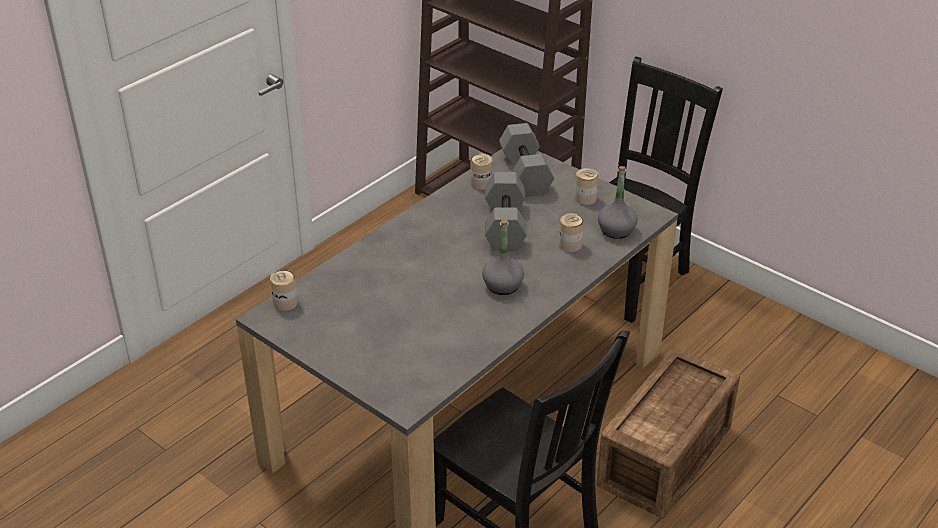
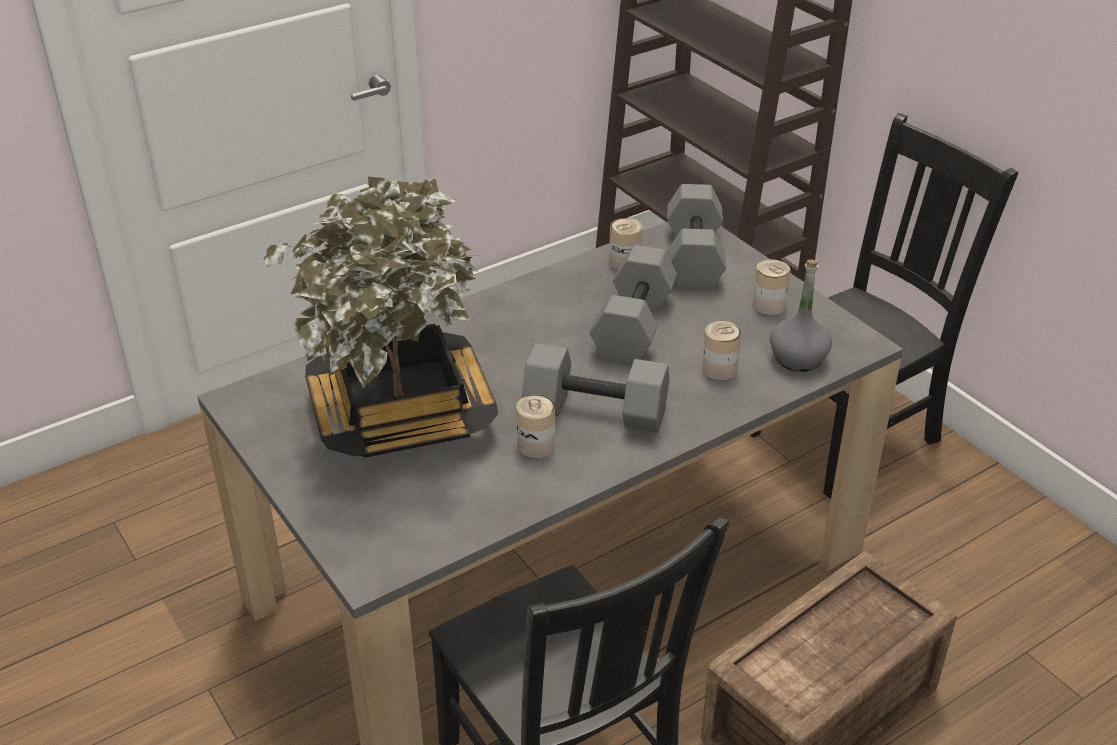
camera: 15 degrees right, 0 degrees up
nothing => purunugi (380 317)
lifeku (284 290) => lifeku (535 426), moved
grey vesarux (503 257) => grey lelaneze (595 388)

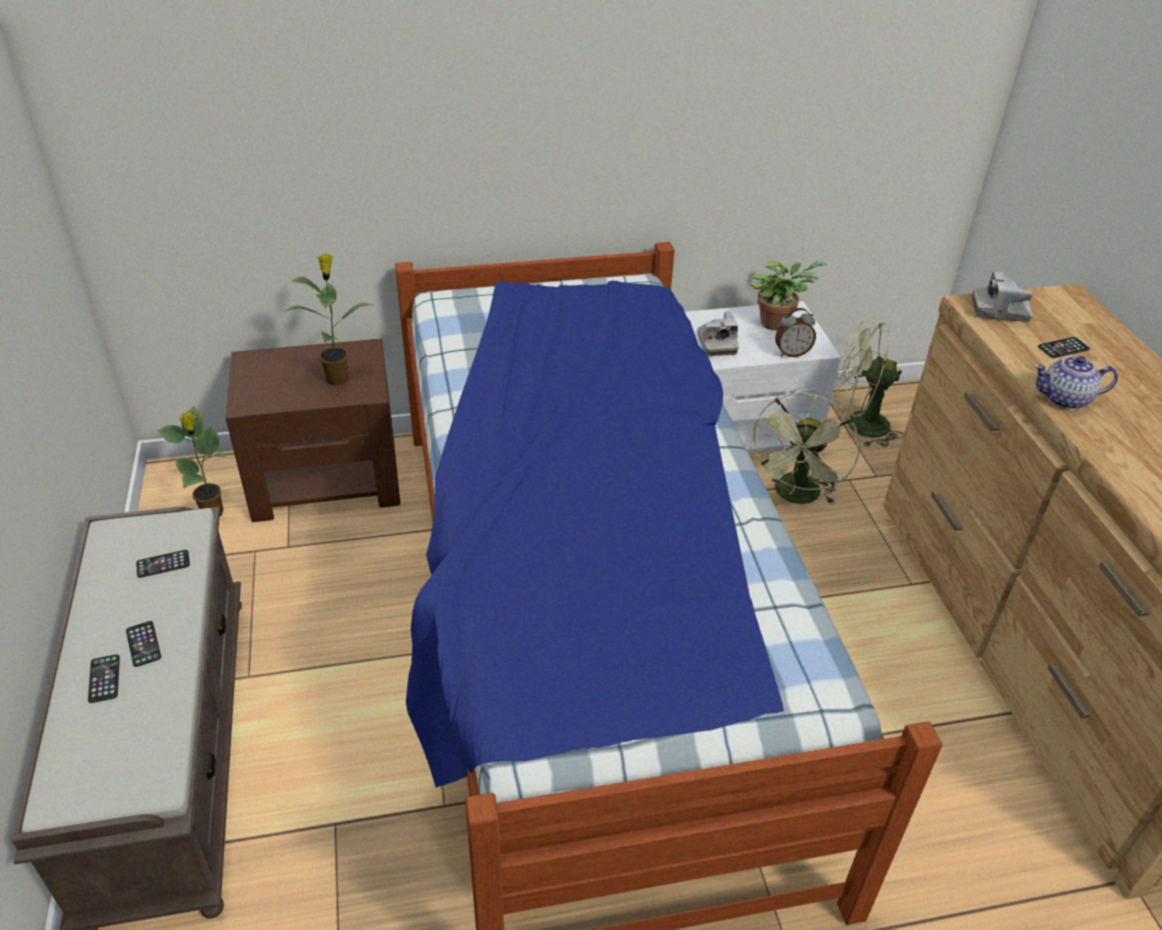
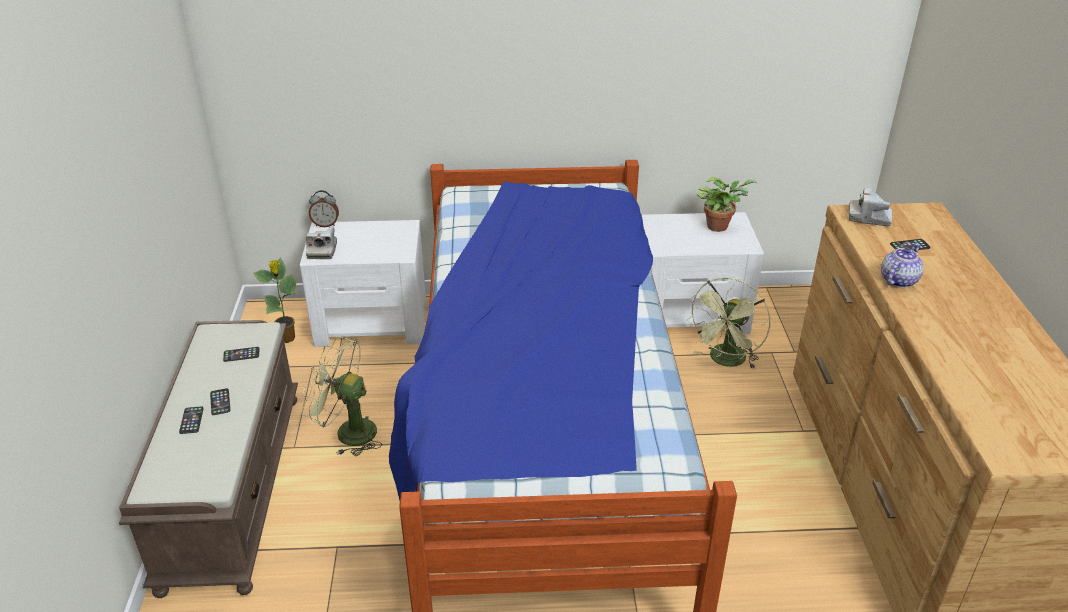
camera: 10 degrees right, 5 degrees down
purunugi (329 319) => nothing
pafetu (718 333) => pafetu (321 242), moved
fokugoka (795 332) => fokugoka (324 208), moved
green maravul (869 383) => green maravul (342 396), moved
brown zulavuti (312 430) => white zulavuti (363 283)
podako (1076 382) => podako (902 265), 120 degrees clockwise

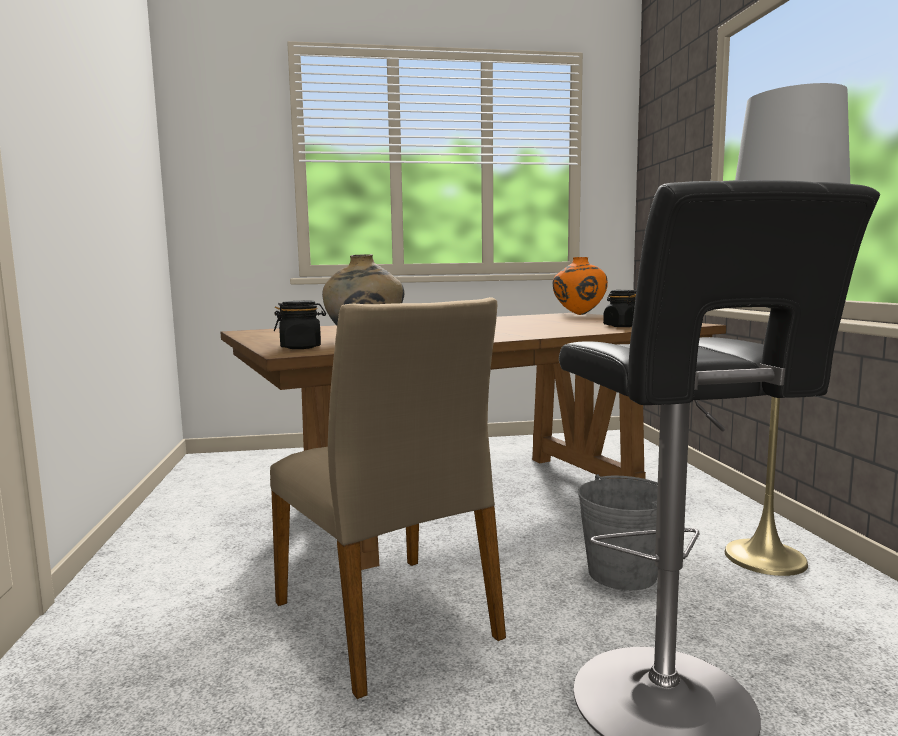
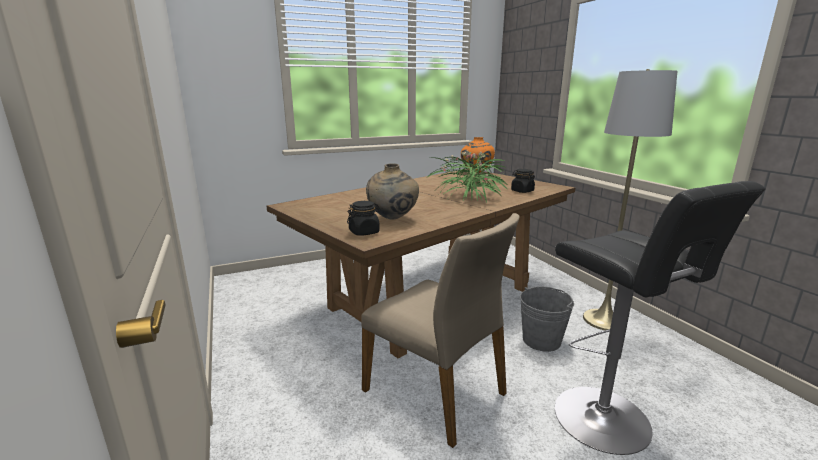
camera: 15 degrees left, 10 degrees up
nothing => purunugi (468 176)

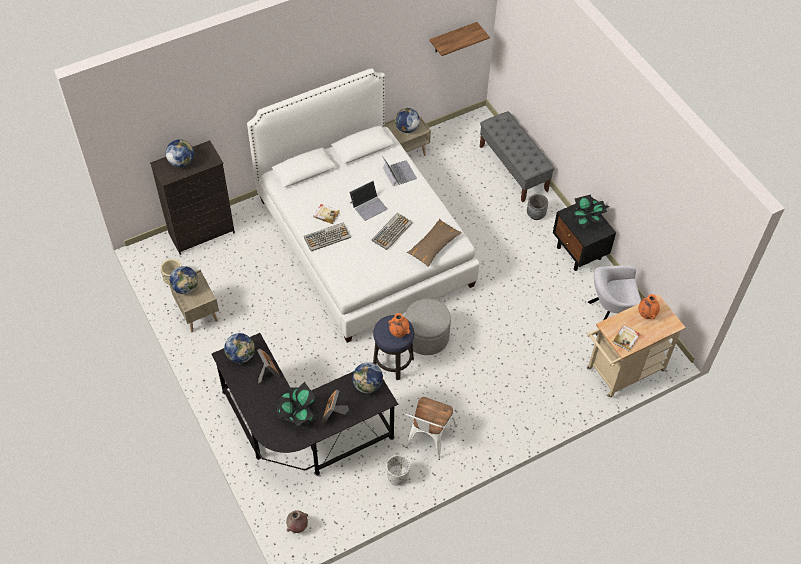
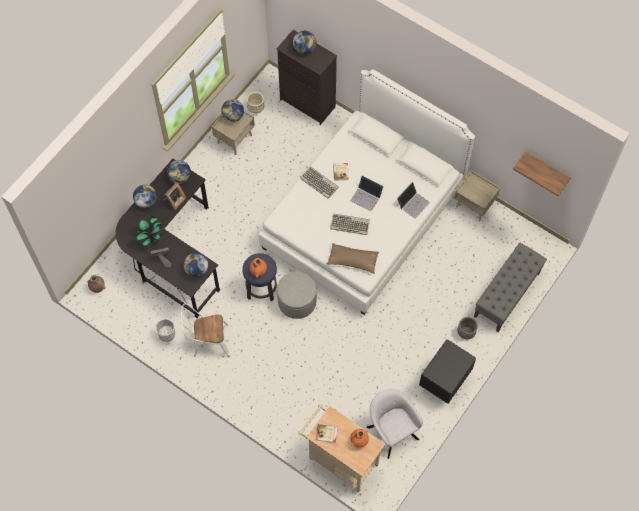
camera: 65 degrees right, 10 degrees up
purunugi (589 211) => nothing
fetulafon (407 120) => fetulafon (145 196), moved

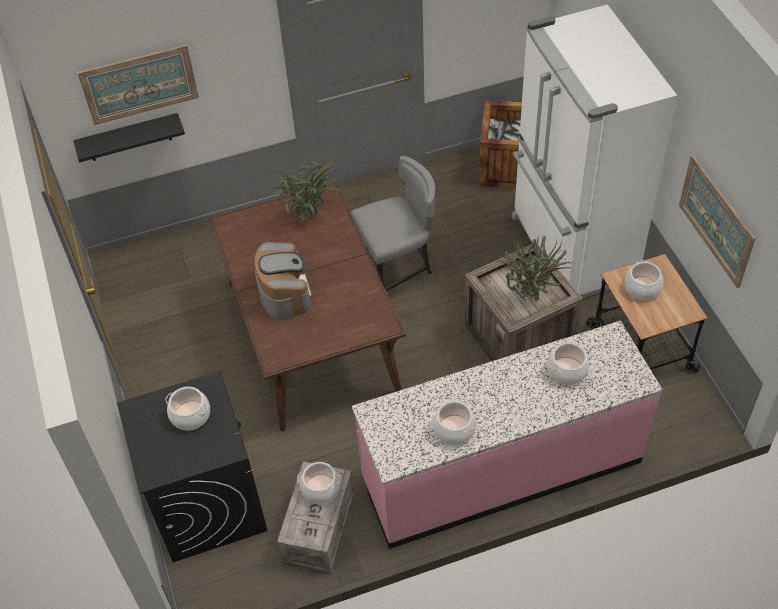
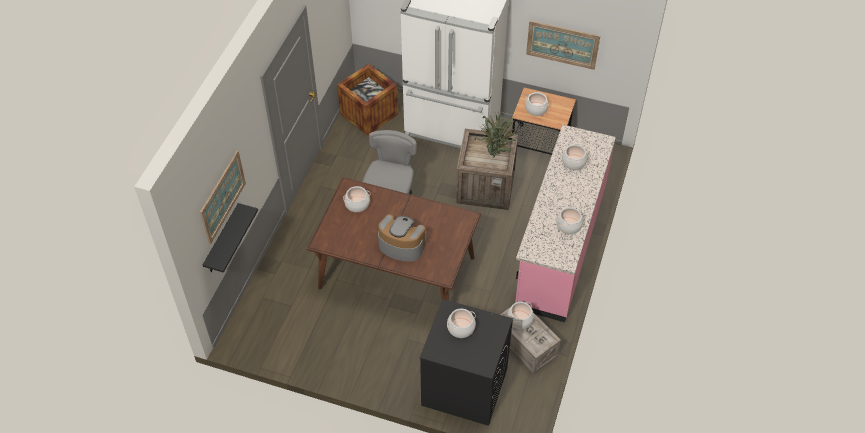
camera: 55 degrees left, 0 degrees up
purunugi (305 191) => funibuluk (356 199)

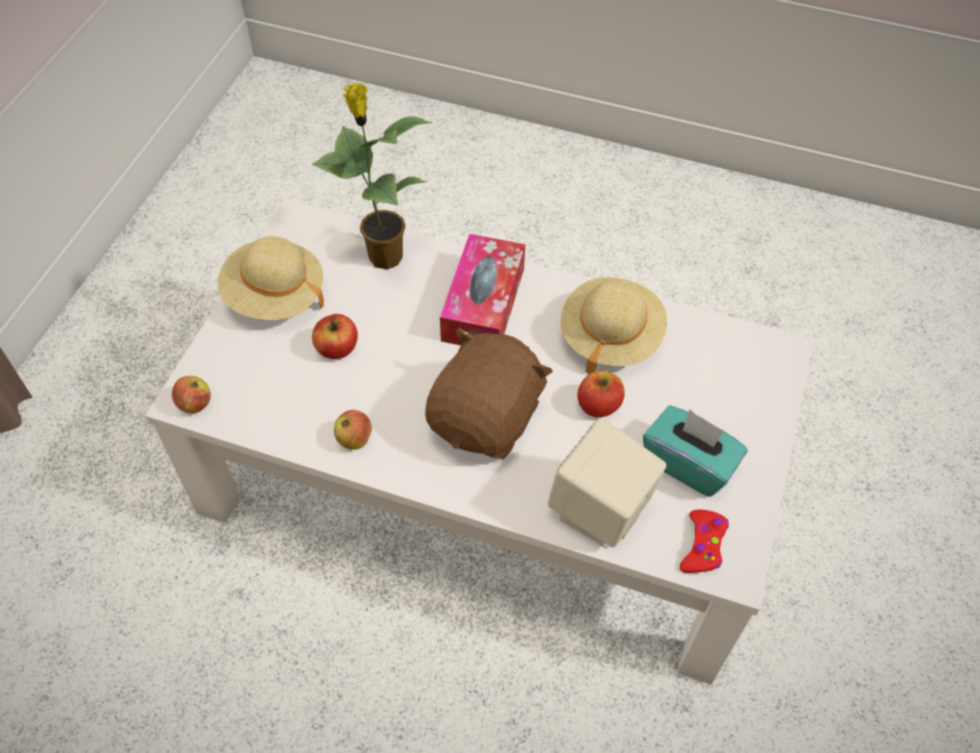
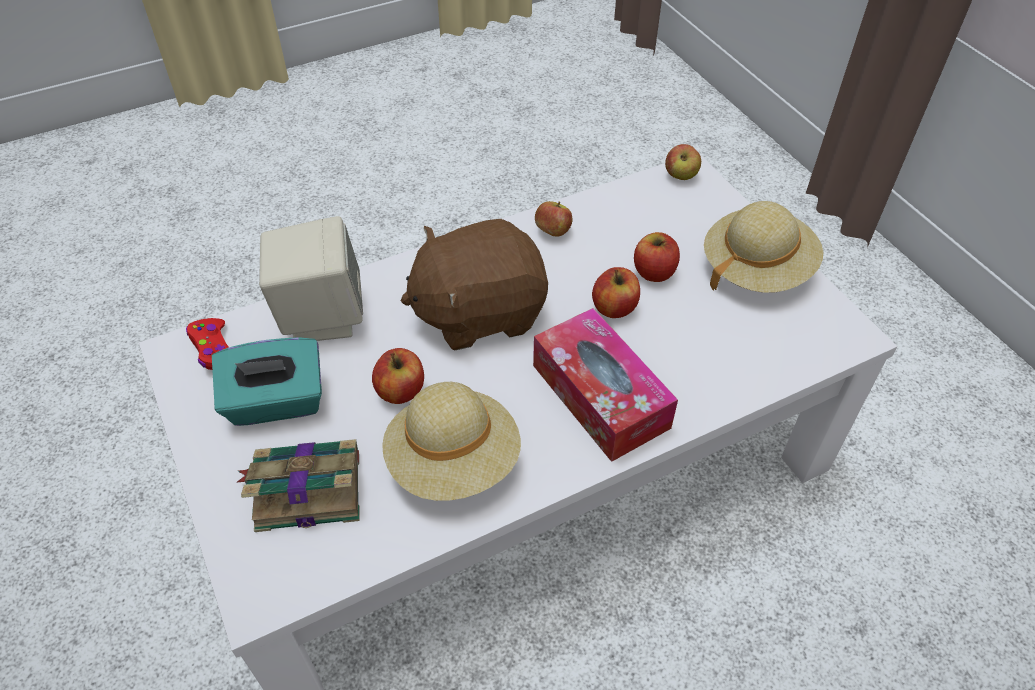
camera: 135 degrees right, 5 degrees down
purunugi (372 176) => nothing
nothing => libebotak (298 485)
nothing => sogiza (616 292)
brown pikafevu (489 393) => brown pikafevu (474 285), 90 degrees clockwise

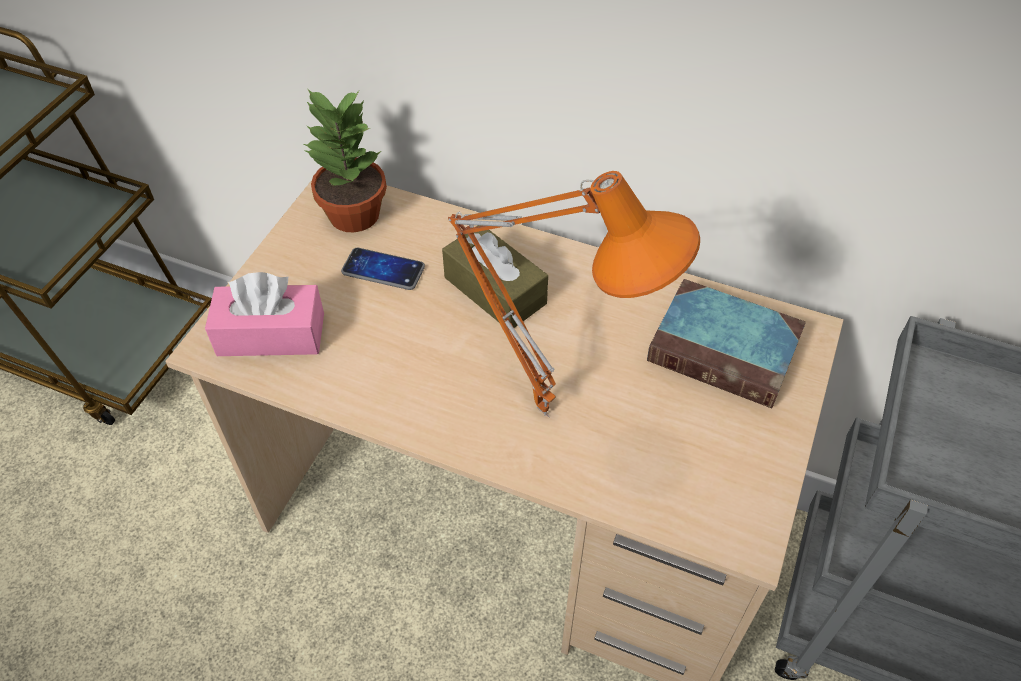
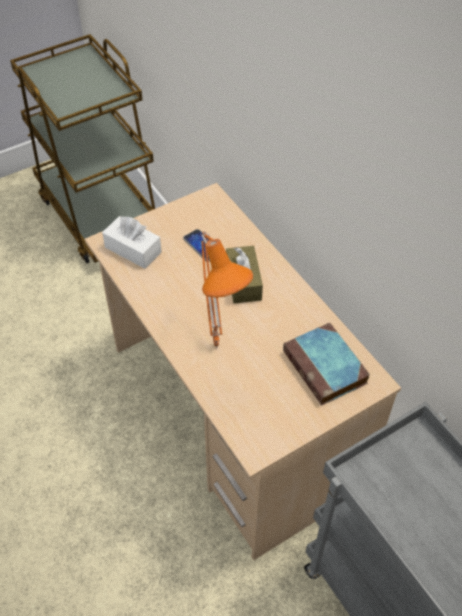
camera: 35 degrees right, 0 degrees up
purunugi (345 160) => nothing
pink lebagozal (264 314) => white lebagozal (132 242)

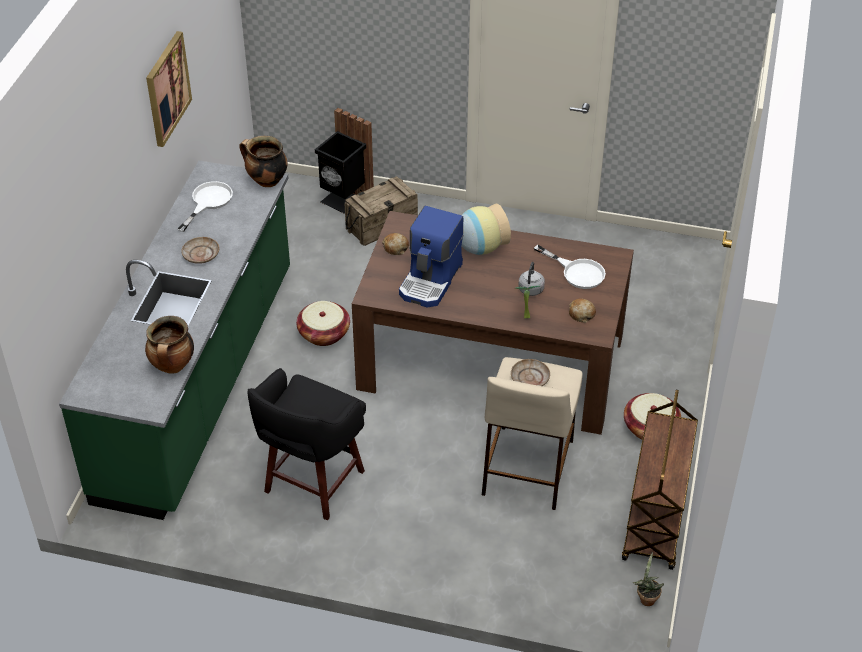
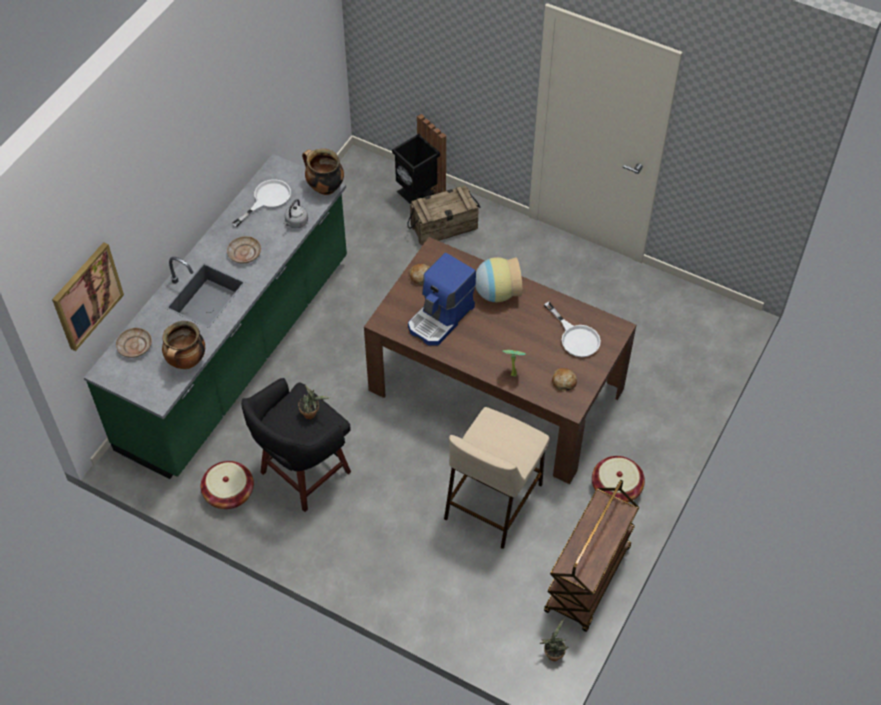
camera: 15 degrees right, 10 degrees up
nothing => purunugi (314 402)
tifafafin (169 89) => tifafafin (88 296), moved
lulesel (323 323) => lulesel (227 485), moved
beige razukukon (530 372) => beige razukukon (134 343), moved
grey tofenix (531 279) => grey tofenix (295 213), moved

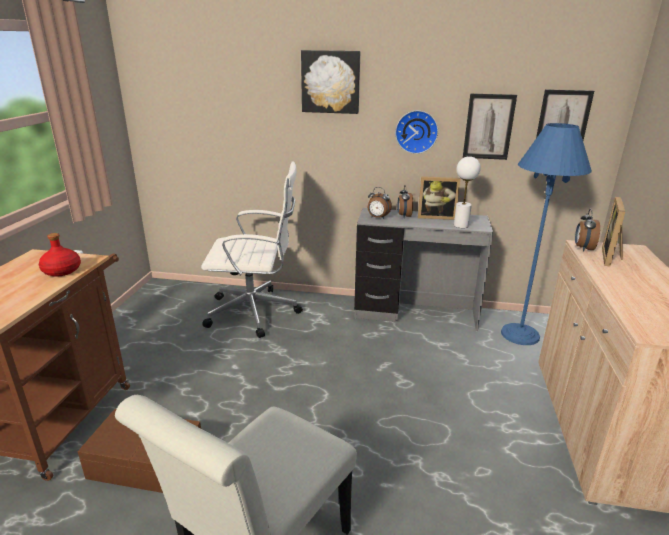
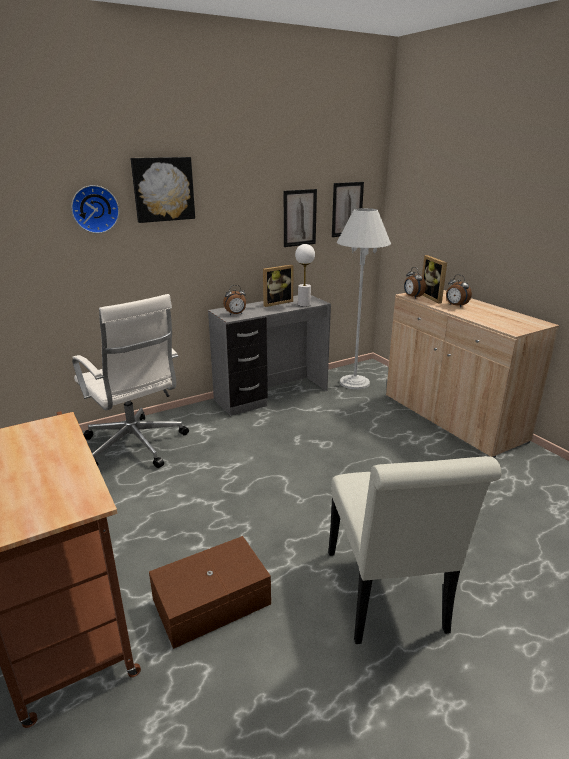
camera: 40 degrees left, 0 degrees up
red vesarux (60 255) => nothing
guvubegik (416 132) => guvubegik (95 209), moved
fokugoka (405 201) => fokugoka (459 290), moved
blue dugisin (546 234) => white dugisin (364 298)
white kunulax (252 249) => white kunulax (130 381), 90 degrees clockwise

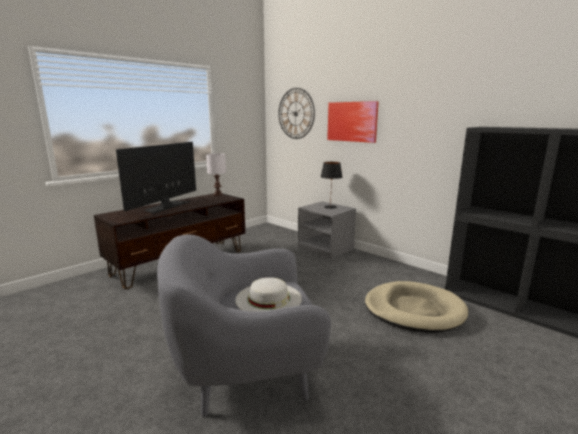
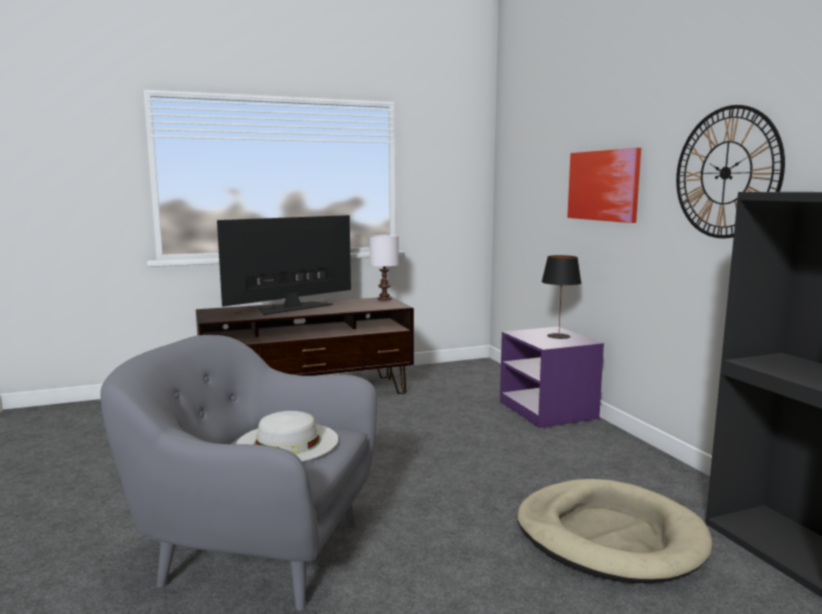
camera: 25 degrees right, 5 degrees down
guvubegik (296 113) => guvubegik (730 171), moved
grey zulavuti (327 230) => purple zulavuti (552 378)

